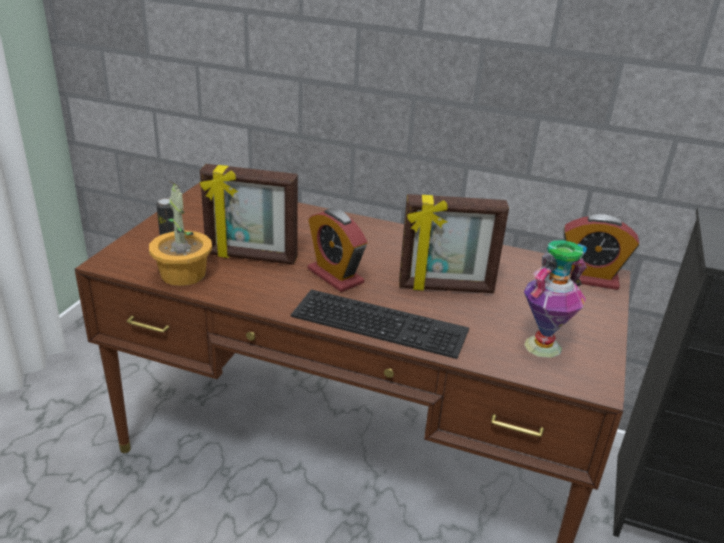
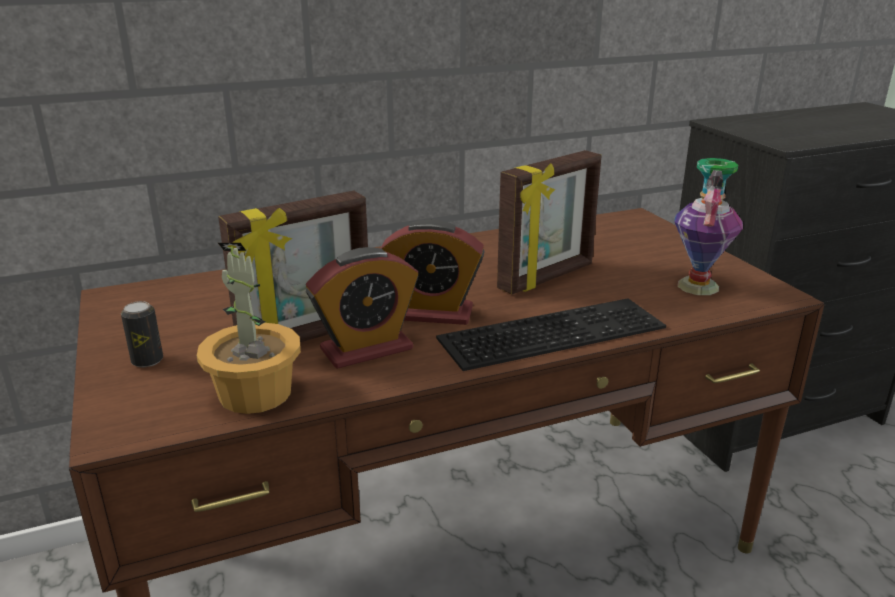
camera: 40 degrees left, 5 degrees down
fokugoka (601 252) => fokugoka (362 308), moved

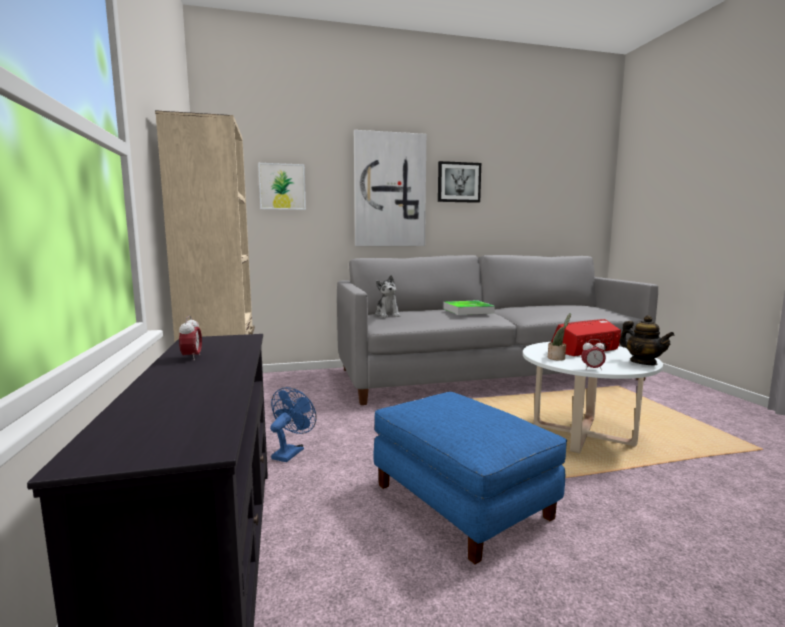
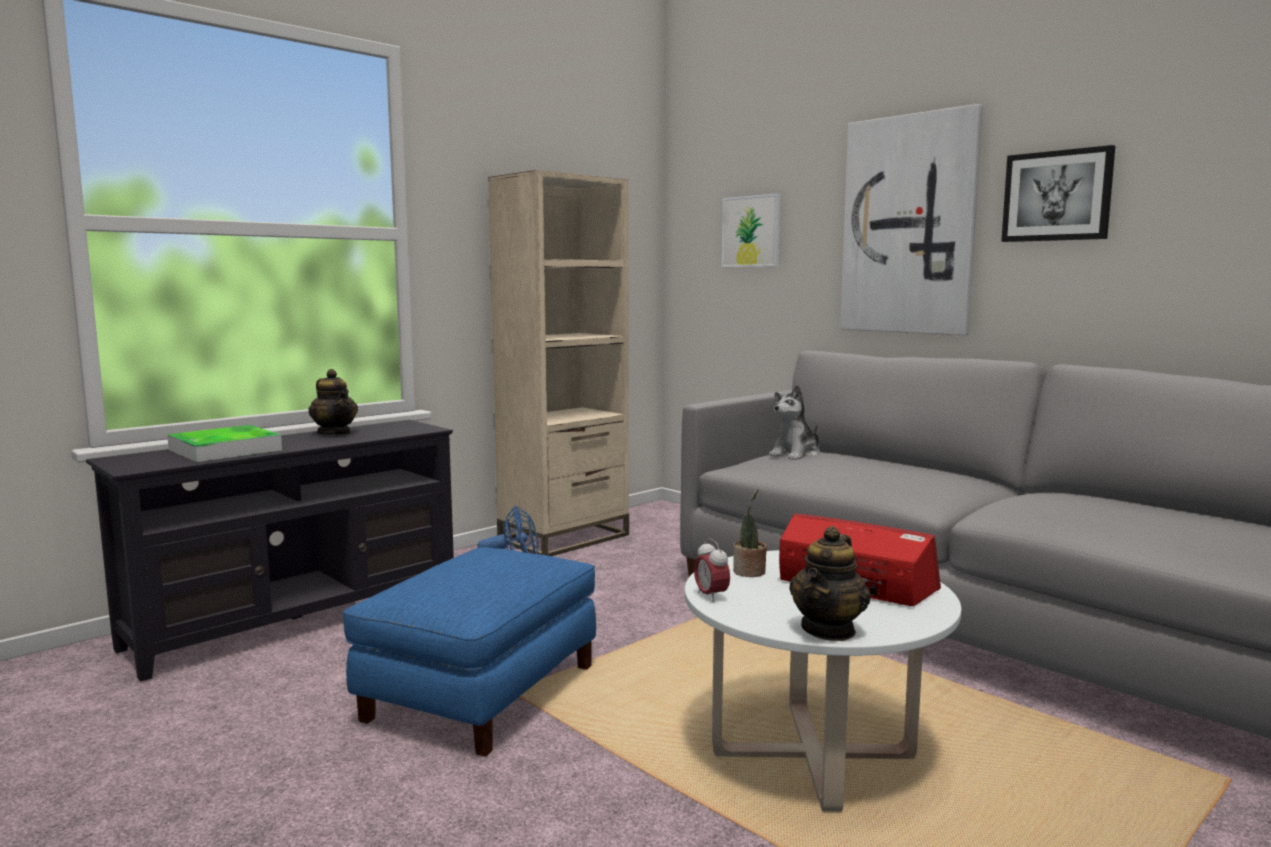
camera: 60 degrees right, 0 degrees up
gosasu (469 307) => gosasu (224 443), moved
fokugoka (190 338) => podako (333 402)

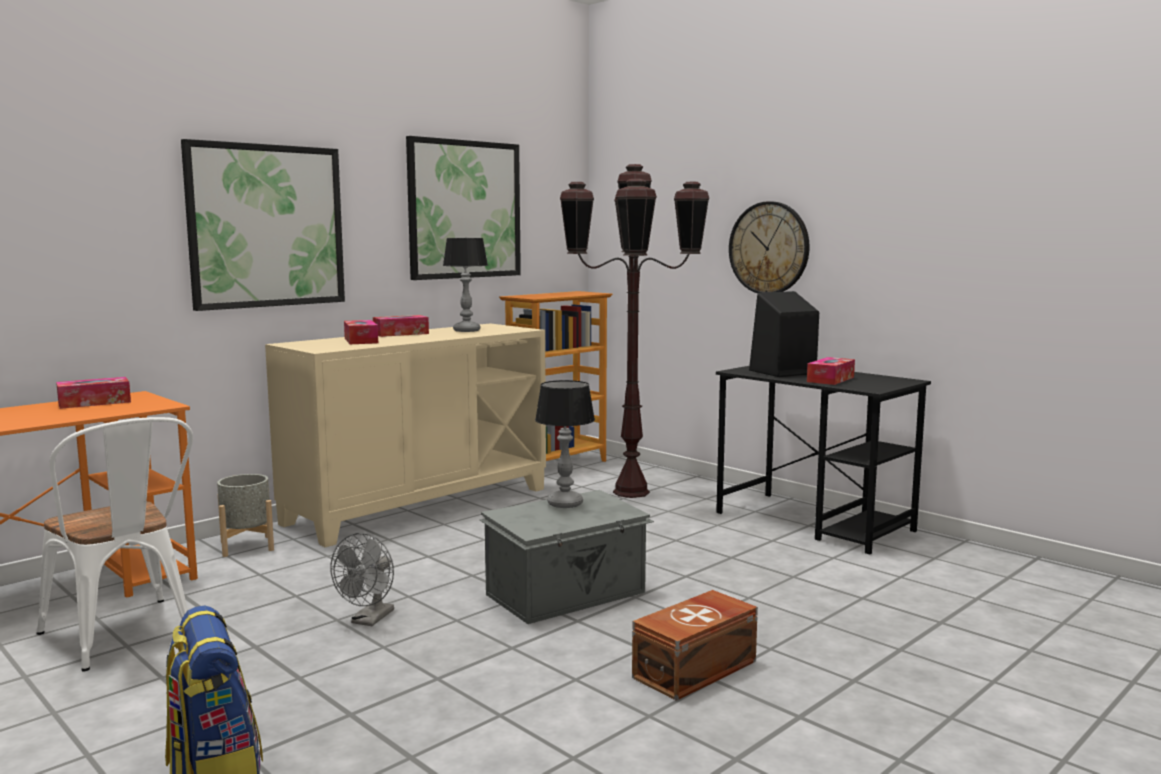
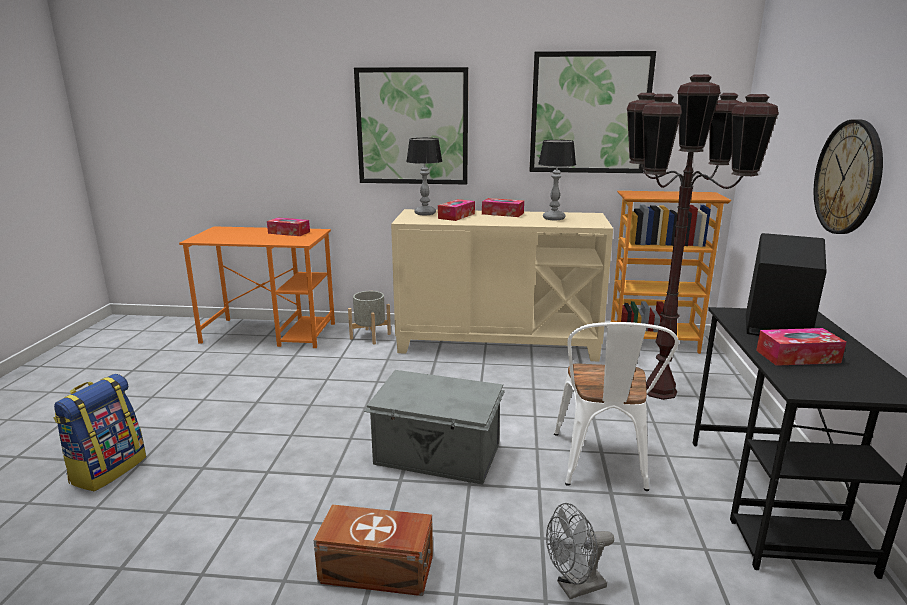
camera: 50 degrees right, 10 degrees up
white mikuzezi (115 544) => white mikuzezi (616 406), moved
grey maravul (362 579) => grey maravul (580 551), moved
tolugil (565 444) => tolugil (424 176), moved

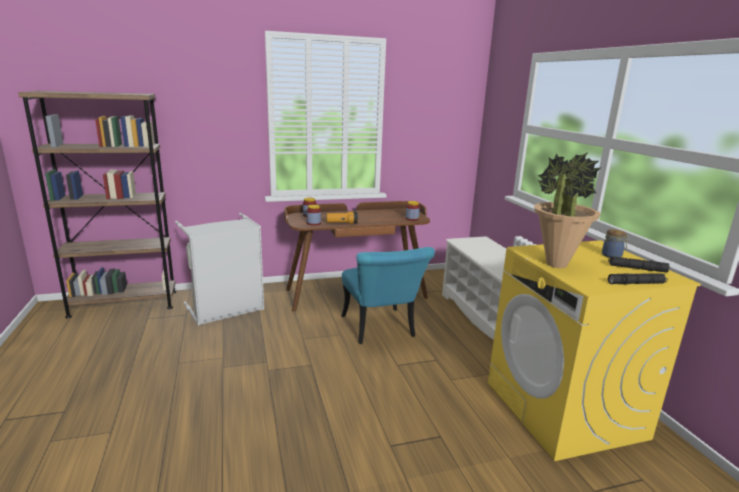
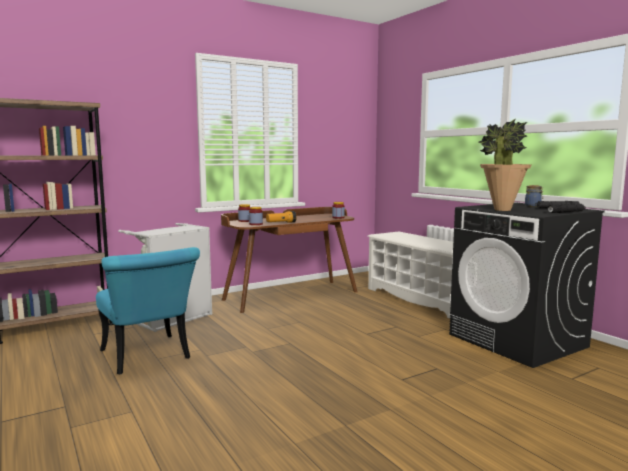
camera: 15 degrees left, 10 degrees down
turquoise mikuzezi (388 295) => turquoise mikuzezi (148 310), moved
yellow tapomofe (594 350) => black tapomofe (527 285)

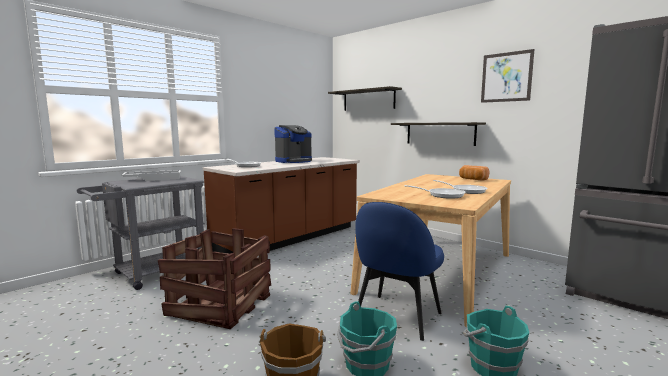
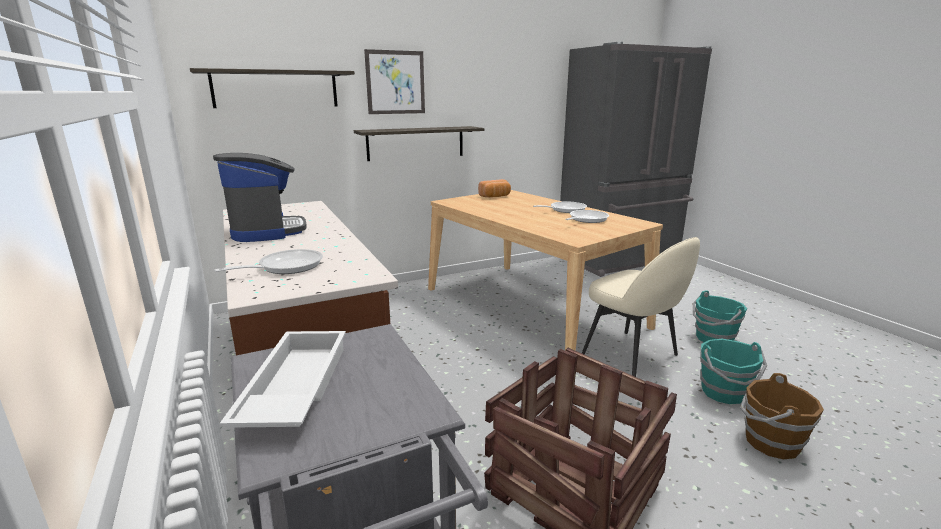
camera: 70 degrees left, 10 degrees up
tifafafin (508 76) => tifafafin (394 81), moved
blue mikuzezi (399 271) => beige mikuzezi (641 307)

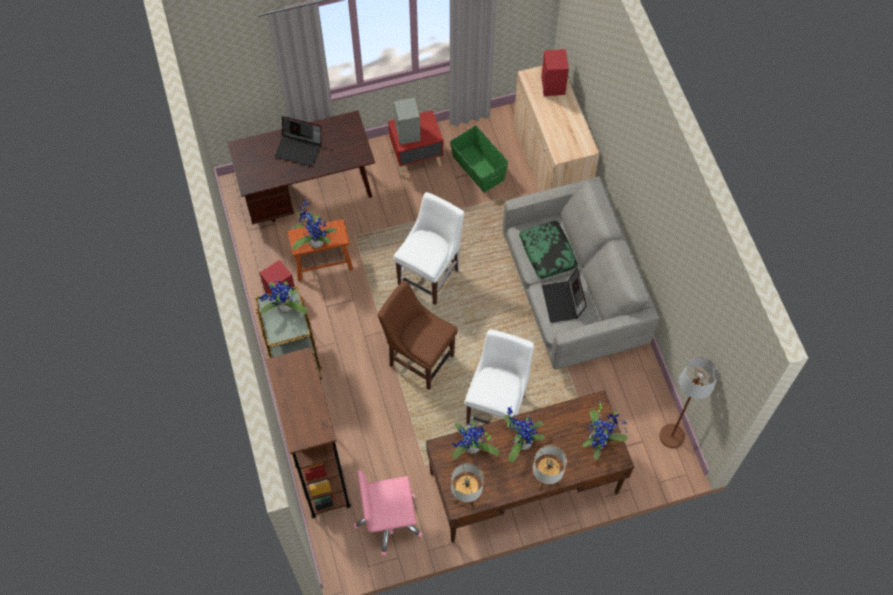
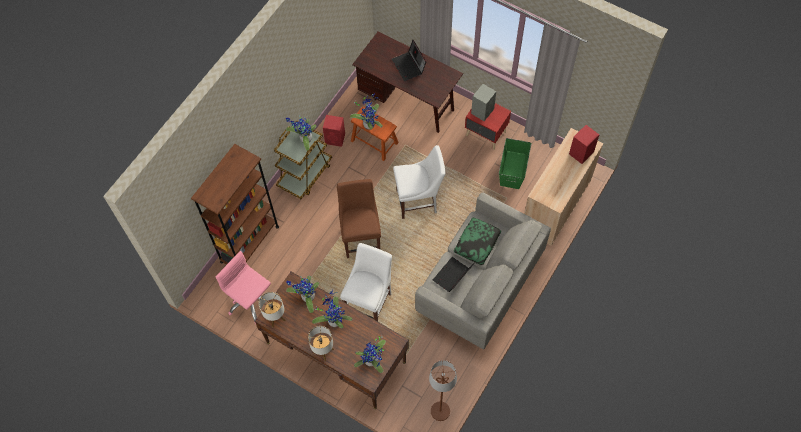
camera: 50 degrees right, 0 degrees up
white mikuzezi (499 376) => white mikuzezi (366 282), 45 degrees counterclockwise

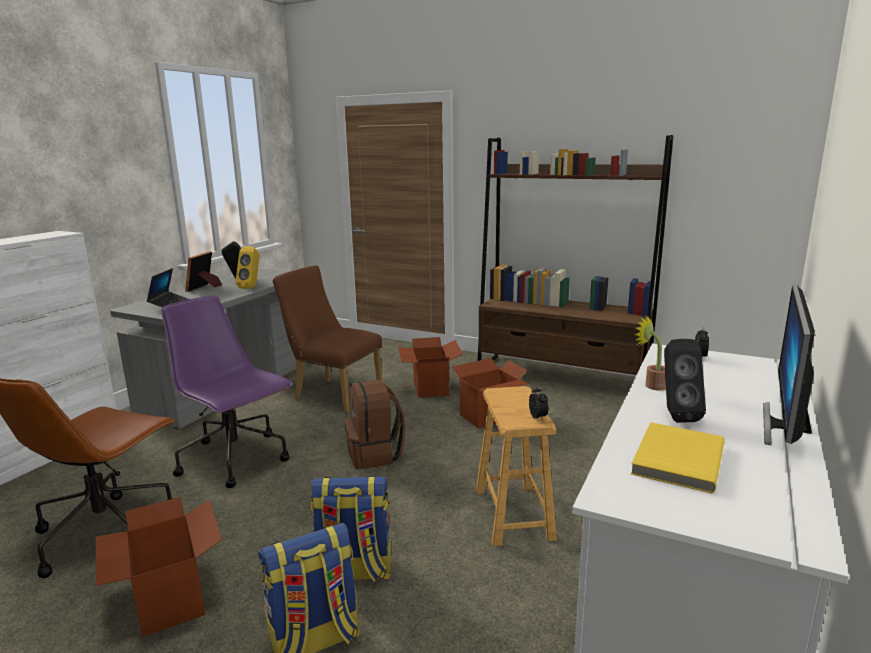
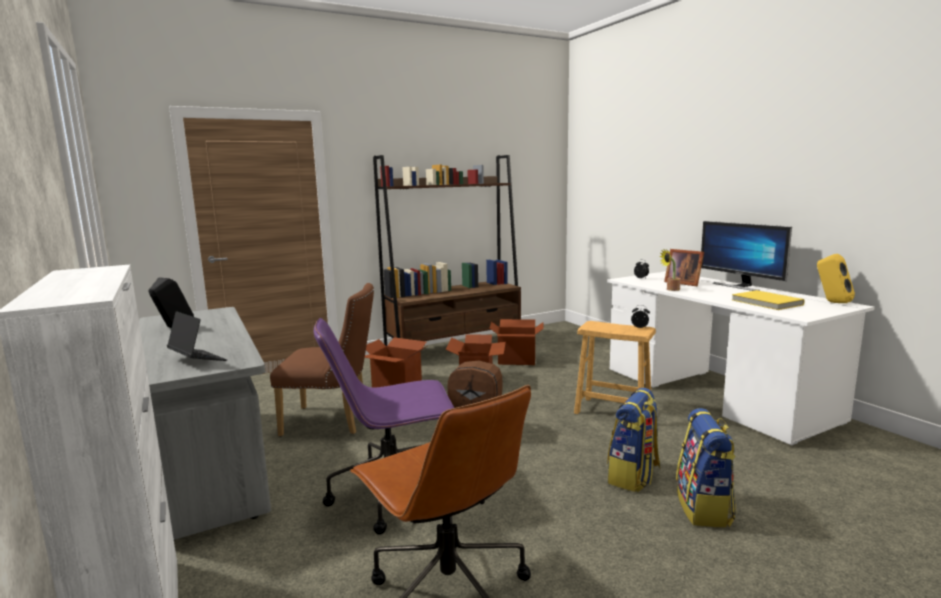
camera: 55 degrees left, 5 degrees down
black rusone (685 381) => nothing
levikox (159 567) => levikox (516 342), moved
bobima (203 271) => bobima (684 268), moved
yellow rusone (248 267) => yellow rusone (836 278), moved
brown mikuzezi (327 339) => brown mikuzezi (322 360), 150 degrees counterclockwise

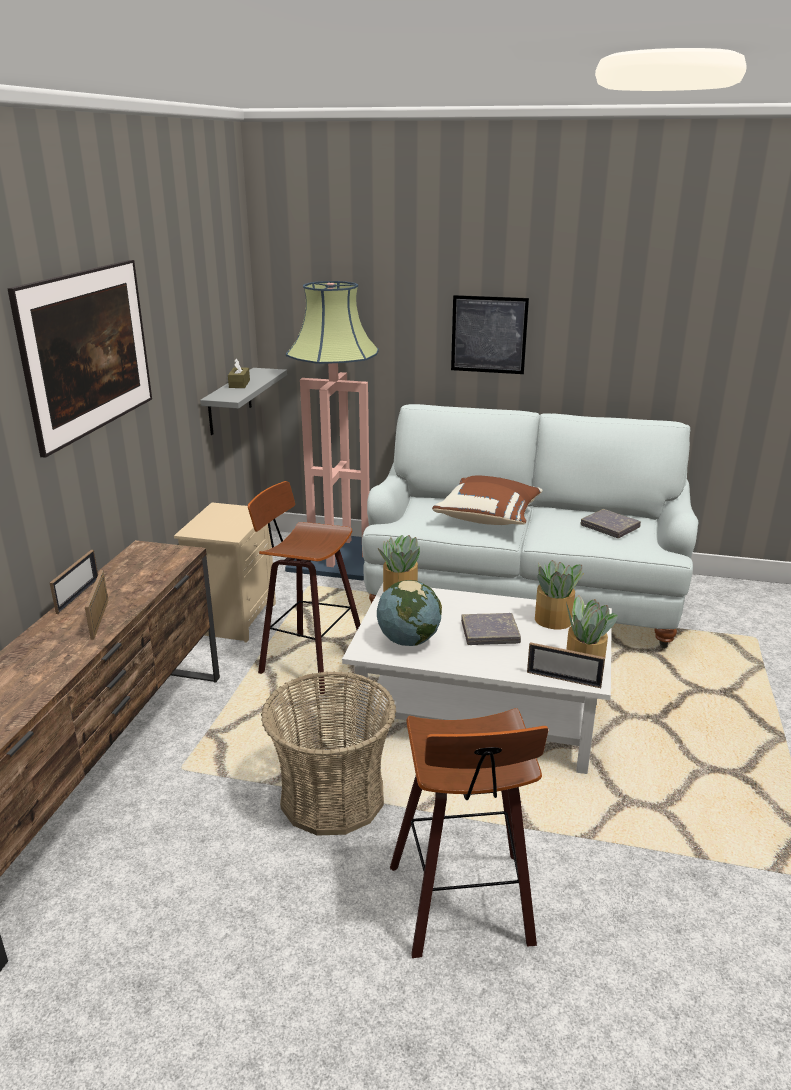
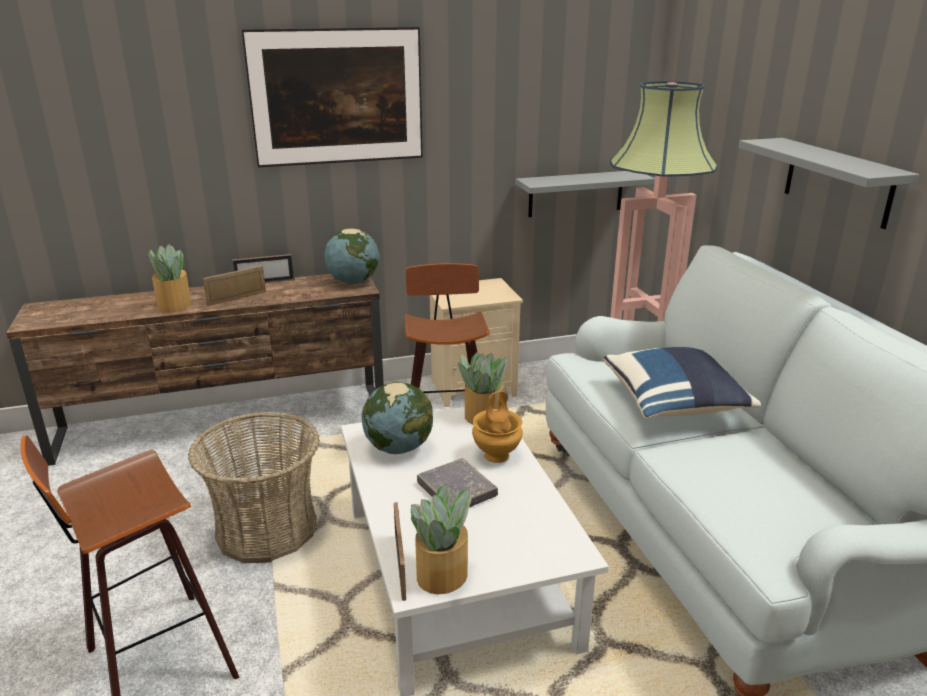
camera: 60 degrees right, 0 degrees up
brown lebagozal (239 373) => nothing
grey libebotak (611 523) => nothing
nothing => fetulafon (352 256)
nothing => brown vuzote (497 427)
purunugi (559 594) => purunugi (169 278), moved
tifafafin (490 334) => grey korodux (828 183)
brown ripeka (487 500) => blue ripeka (682 383)

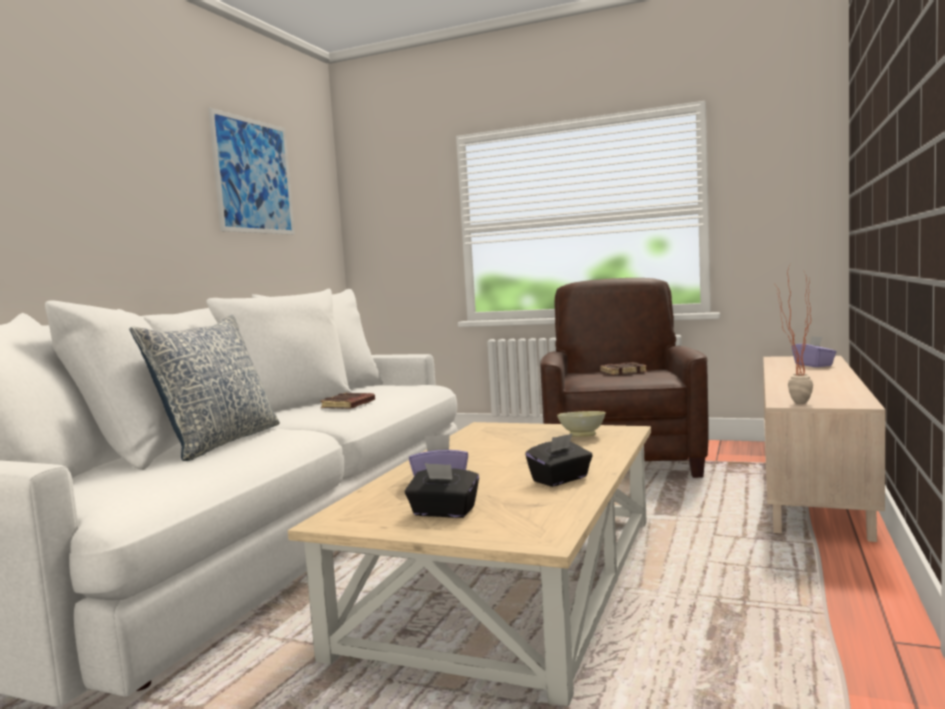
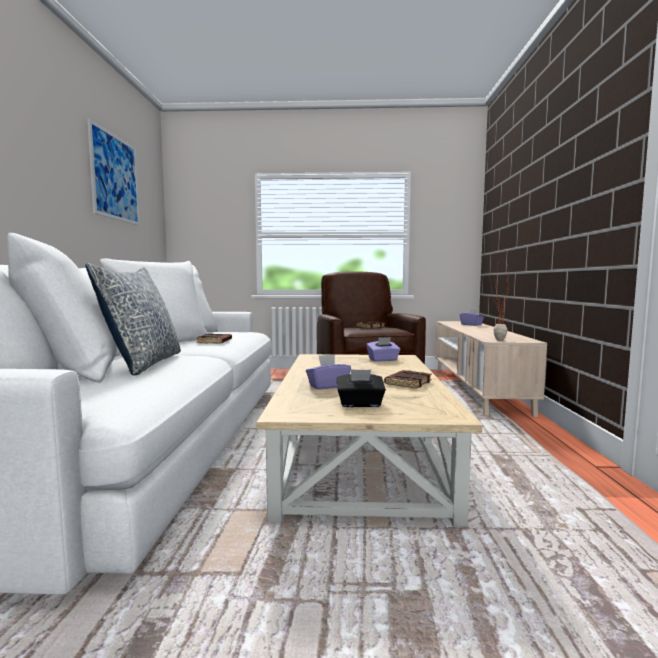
camera: 20 degrees left, 0 degrees up
black lebagozal (559 460) => brown libebotak (408 379)
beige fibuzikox (581 424) => purple lebagozal (383 349)

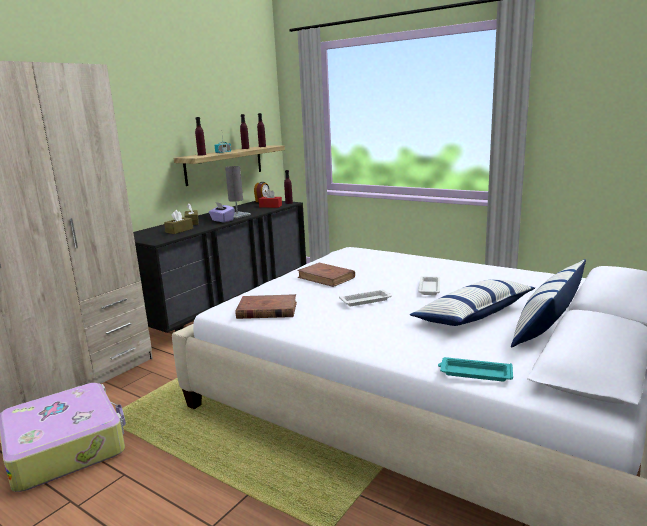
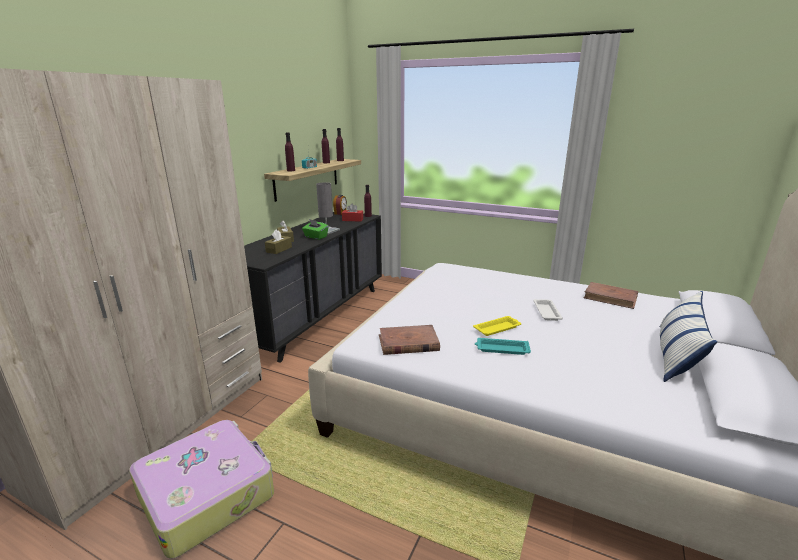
camera: 10 degrees left, 5 degrees up
ripeka (472 303) => nothing
brown libebotak (326 274) => brown libebotak (611 295), moved
turquoise gosasu (475 369) => turquoise gosasu (503 346), moved
purple lebagozal (222 212) => green lebagozal (315 229)
white gosasu (365 298) => yellow gosasu (497 326)

